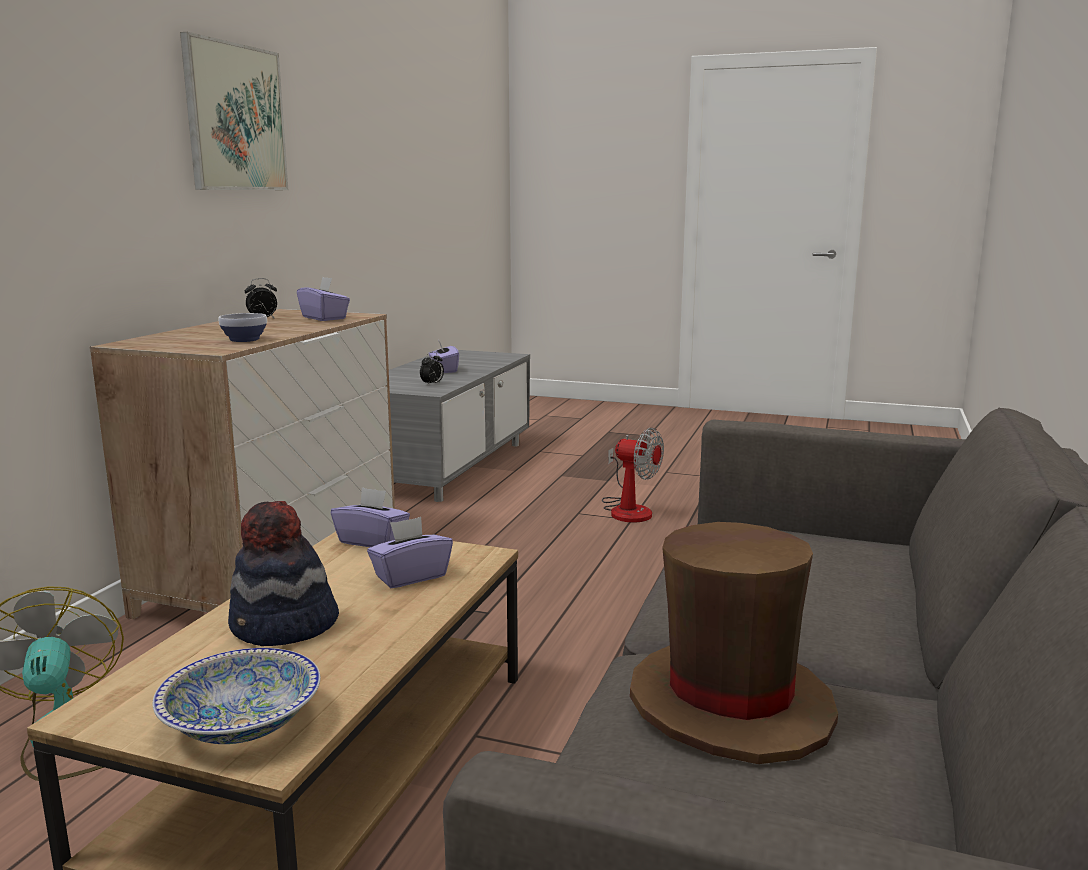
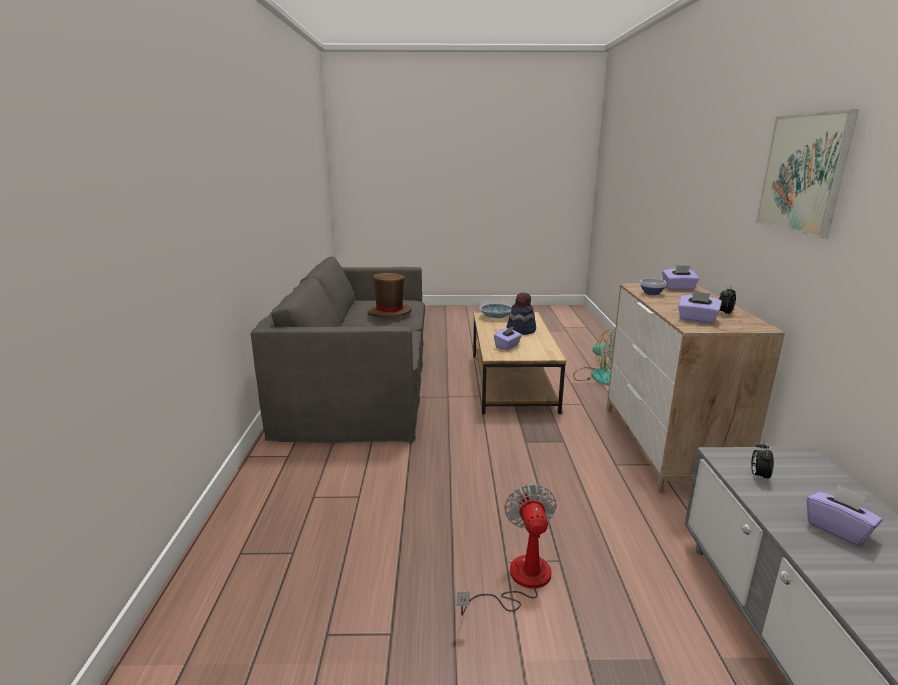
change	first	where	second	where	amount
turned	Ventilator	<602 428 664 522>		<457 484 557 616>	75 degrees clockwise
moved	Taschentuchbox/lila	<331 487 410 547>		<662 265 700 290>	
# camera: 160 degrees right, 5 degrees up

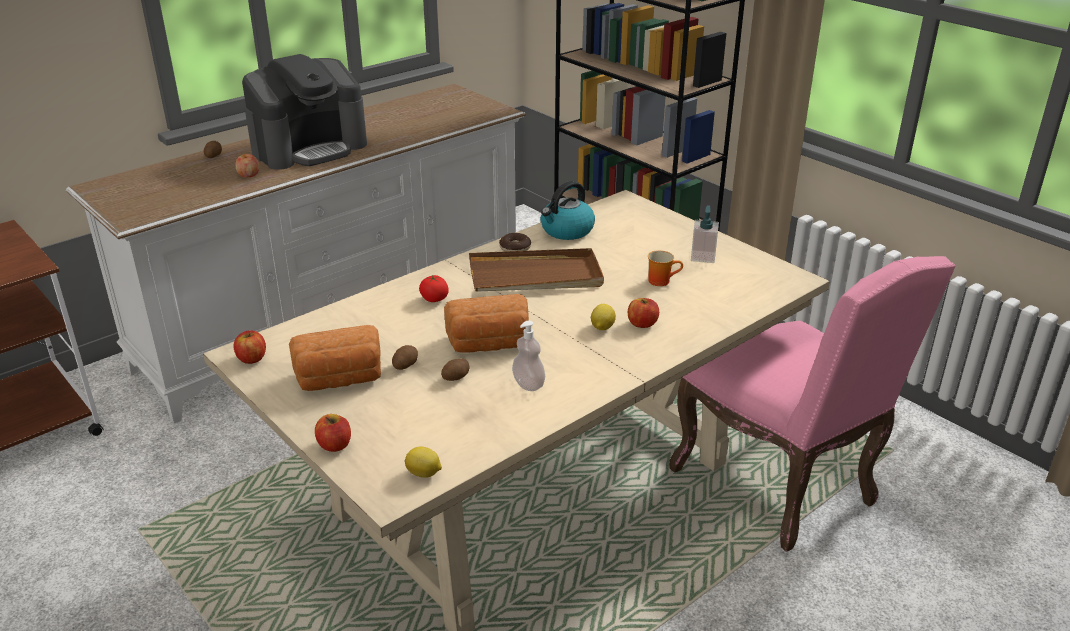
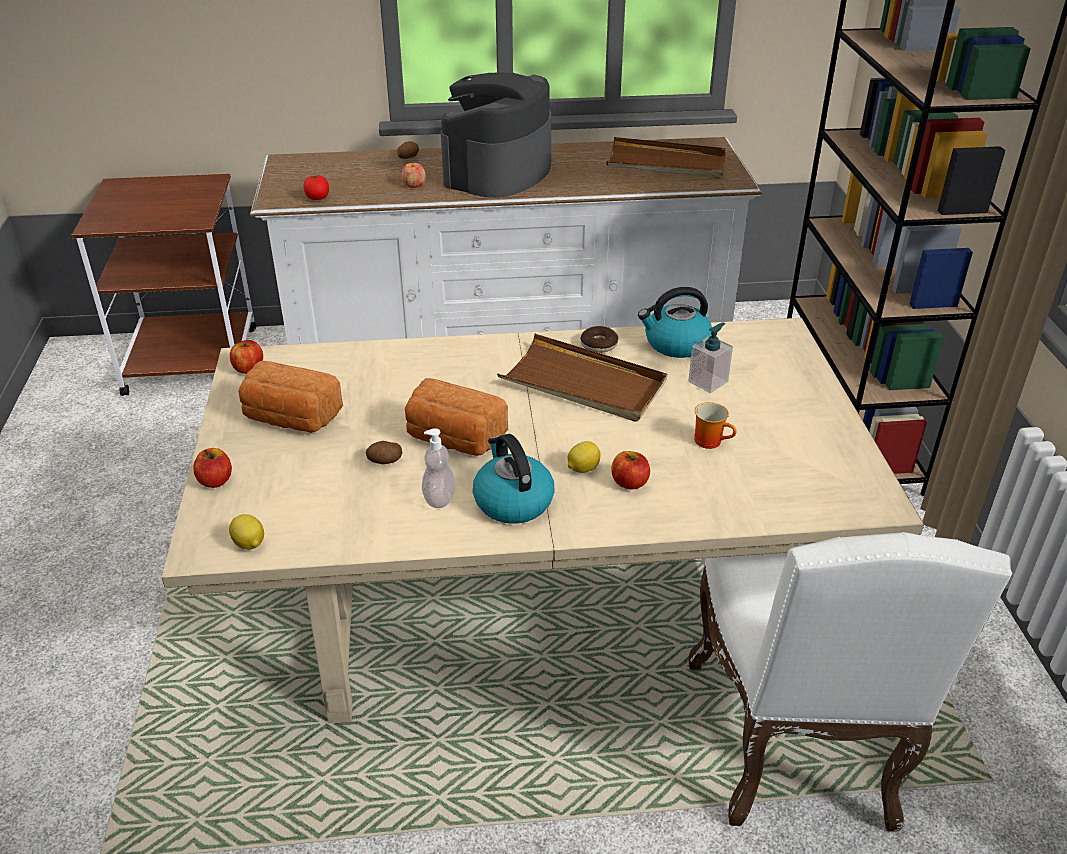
change	first	where	second	where	amount
turned	Kaffeemaschine	<242 54 367 170>		<441 72 551 198>	120 degrees clockwise
moved	Seifenspender	<691 205 719 263>		<688 322 733 393>	
recoloured	Stuhl/rosa	<669 256 955 552>	Stuhl/weiß	<689 532 1012 832>	
moved	Tomate	<419 275 449 302>		<303 175 329 200>	
removed	Kartoffel	<392 345 418 370>			
added			Tablett/braun	<606 137 726 179>	
added			Wasserkessel	<473 434 555 524>	
# camera: 35 degrees right, 5 degrees up

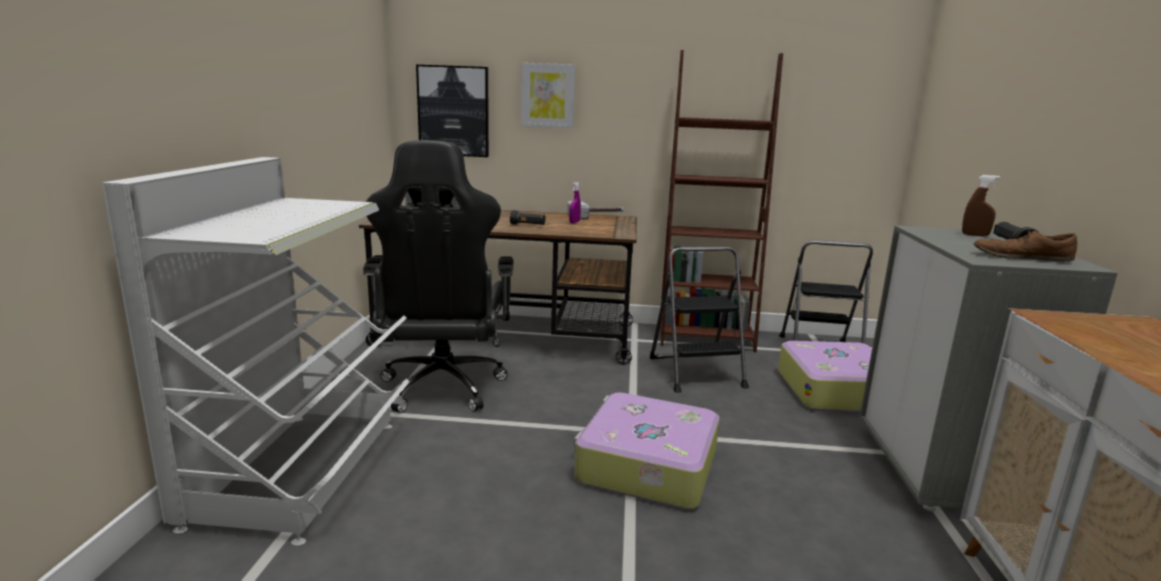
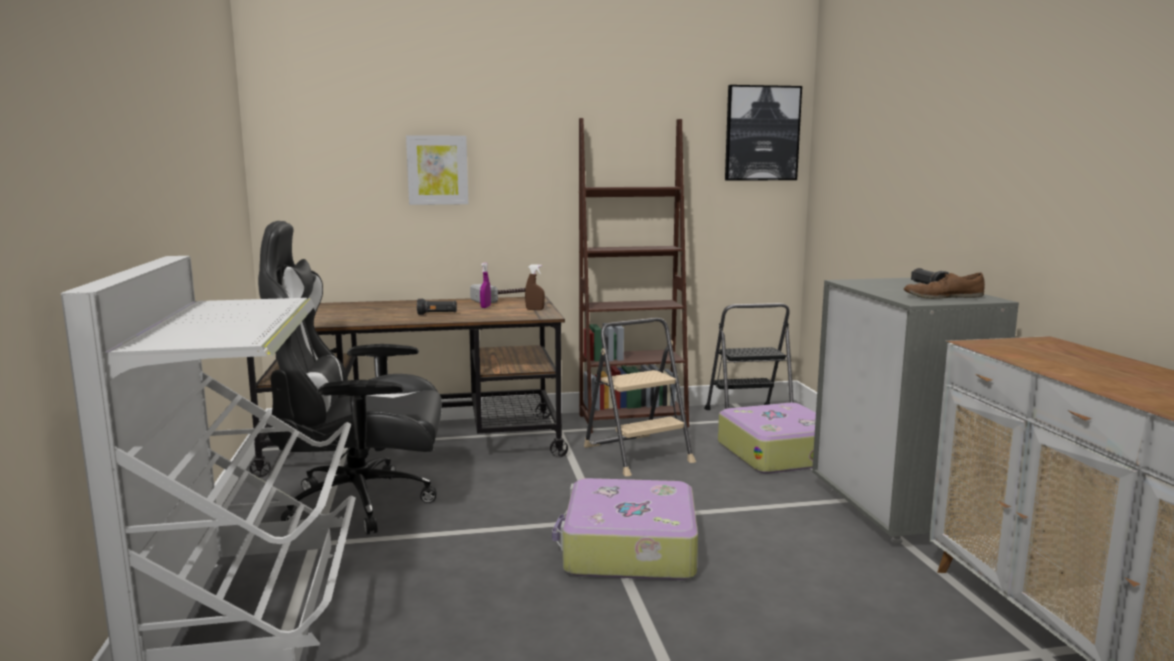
change	first	where	second	where	amount
moved	Bild	<416 65 489 157>		<725 85 802 181>	
turned	Bürostuhl/schwarz	<363 140 514 413>		<258 221 442 535>	105 degrees clockwise
moved	Sprühflasche/braun	<962 175 1000 236>		<525 264 545 310>	
recoloured	Trittleiter/schwarz	<650 247 749 393>	Trittleiter/beige	<584 318 696 476>	
# camera: 15 degrees left, 5 degrees down

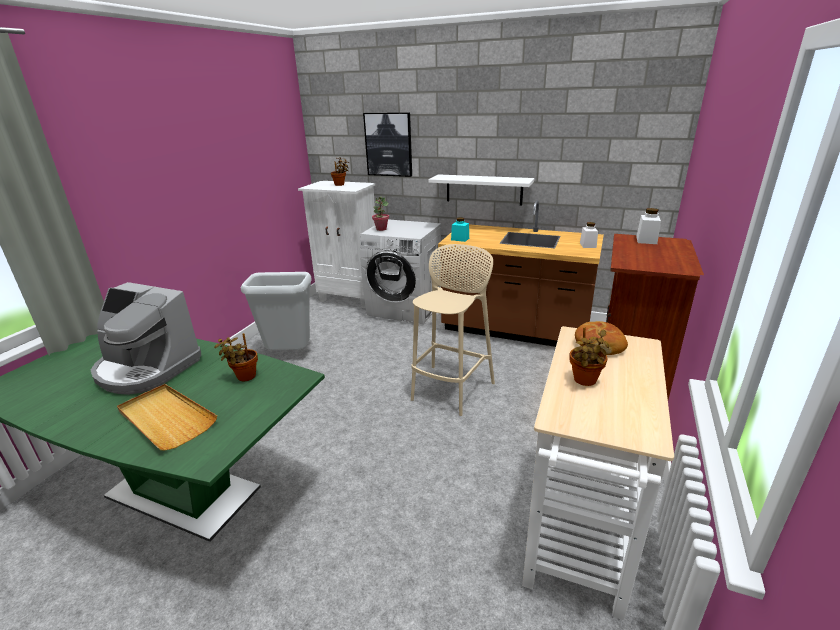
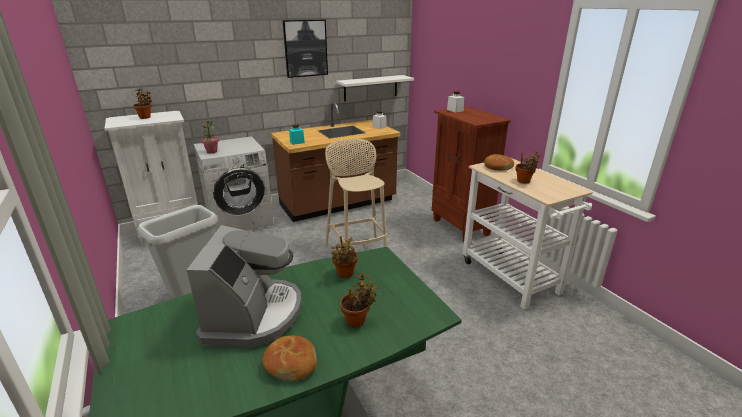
change	first	where	second	where	amount
moved	Bild	<363 112 412 177>		<282 20 328 78>	
moved	Wandregal/weiß	<429 174 534 206>		<336 75 414 102>	
turned	Kaffeemaschine	<91 282 201 395>		<187 225 301 348>	60 degrees counterclockwise
replaced	Tablett/beige	<117 384 217 451>	Topfpflanze	<340 272 379 328>	
added			Brot	<262 336 317 381>	
# camera: 50 degrees left, 0 degrees up

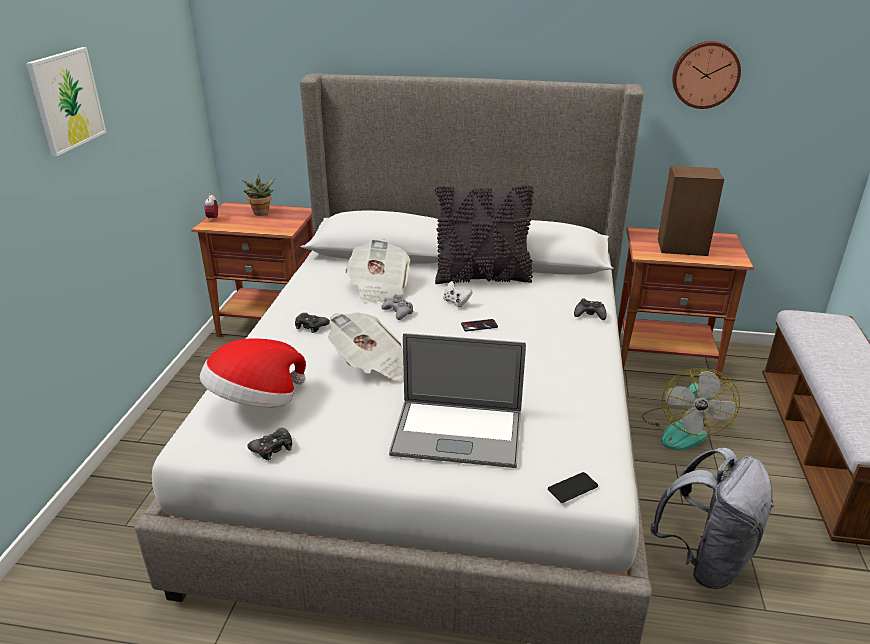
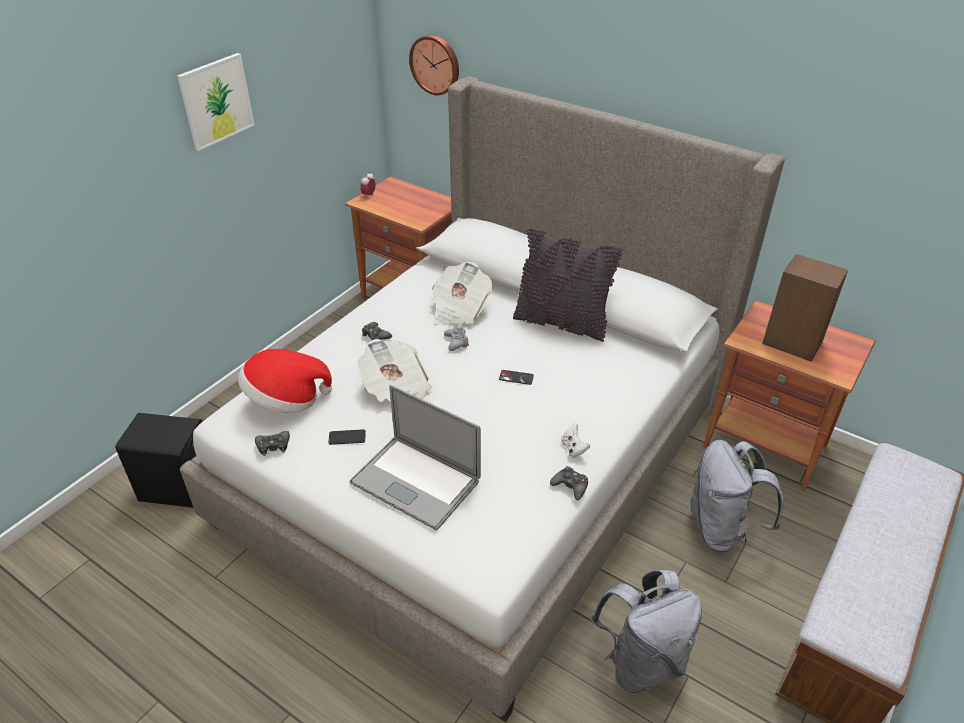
change	first	where	second	where	amount
moved	Wanduhr	<672 41 741 109>		<409 35 459 95>	
removed	Topfpflanze	<242 174 276 216>			
moved	Gamepad/weiß	<443 281 472 307>		<561 424 590 458>	
moved	Gamepad/schwarz	<574 298 606 320>		<550 466 588 500>	
replaced	Ventilator	<642 368 740 450>	Rucksack/grau	<689 440 784 552>	
moved	Handy	<548 472 598 503>		<328 429 366 445>	
added			Lautsprecher/schwarz	<115 413 203 508>	
# camera: 25 degrees right, 10 degrees up

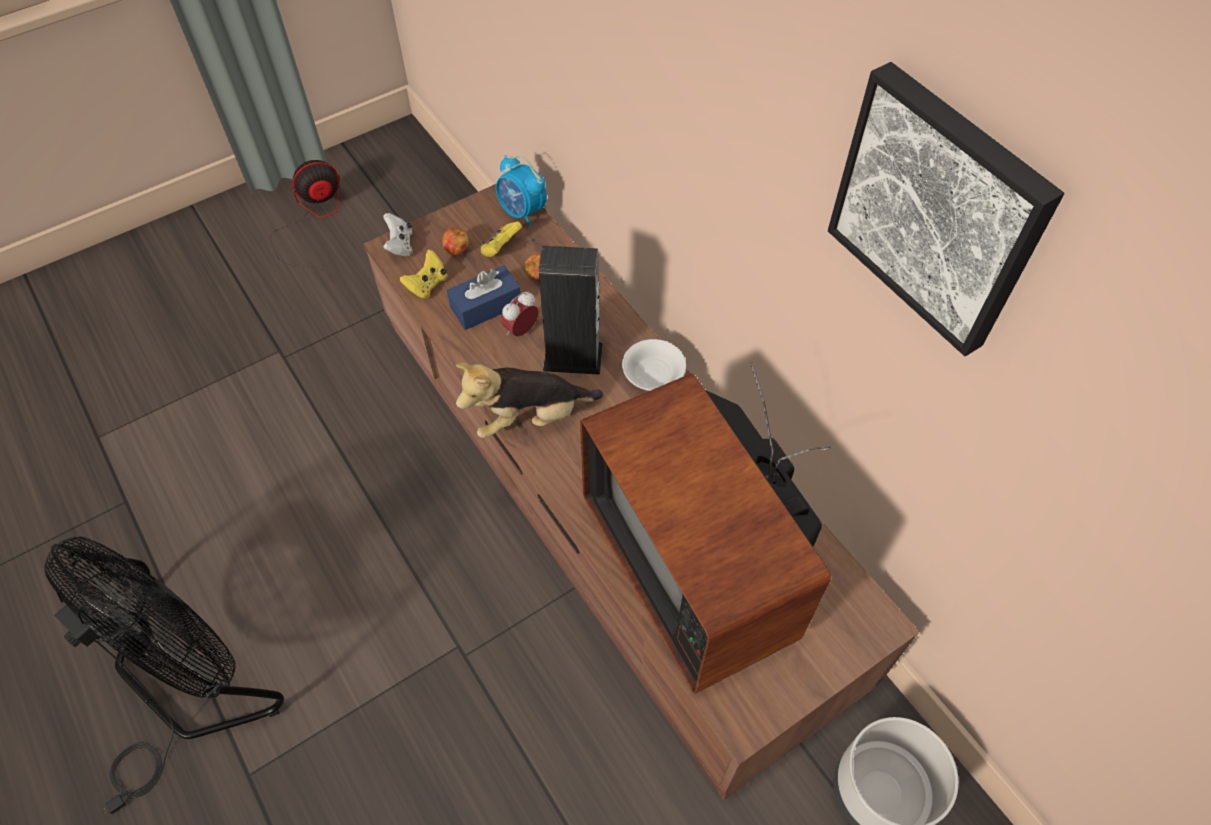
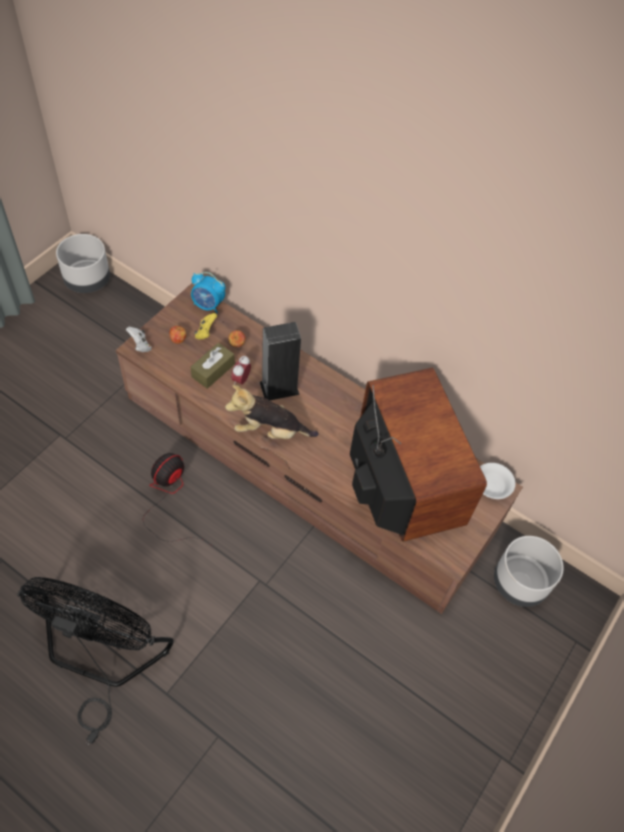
change	first	where	second	where	amount
removed	Bild	<828 62 1064 356>			
moved	Ventilator	<270 160 340 284>		<143 453 214 548>	
removed	Gamepad/gelb	<400 250 447 299>			
recoloured	Taschentuchbox/blau	<447 265 521 330>	Taschentuchbox/braun	<191 343 235 389>	
moved	Schüssel/weiß	<622 339 686 391>		<480 463 515 499>	
turned	Fernseher	<580 362 832 694>		<350 368 487 542>	150 degrees counterclockwise
turned	Plüschtier	<456 363 603 438>		<225 385 318 439>	45 degrees clockwise
added			Pflanzkübel/grau	<56 234 110 293>	
# camera: 25 degrees left, 0 degrees up

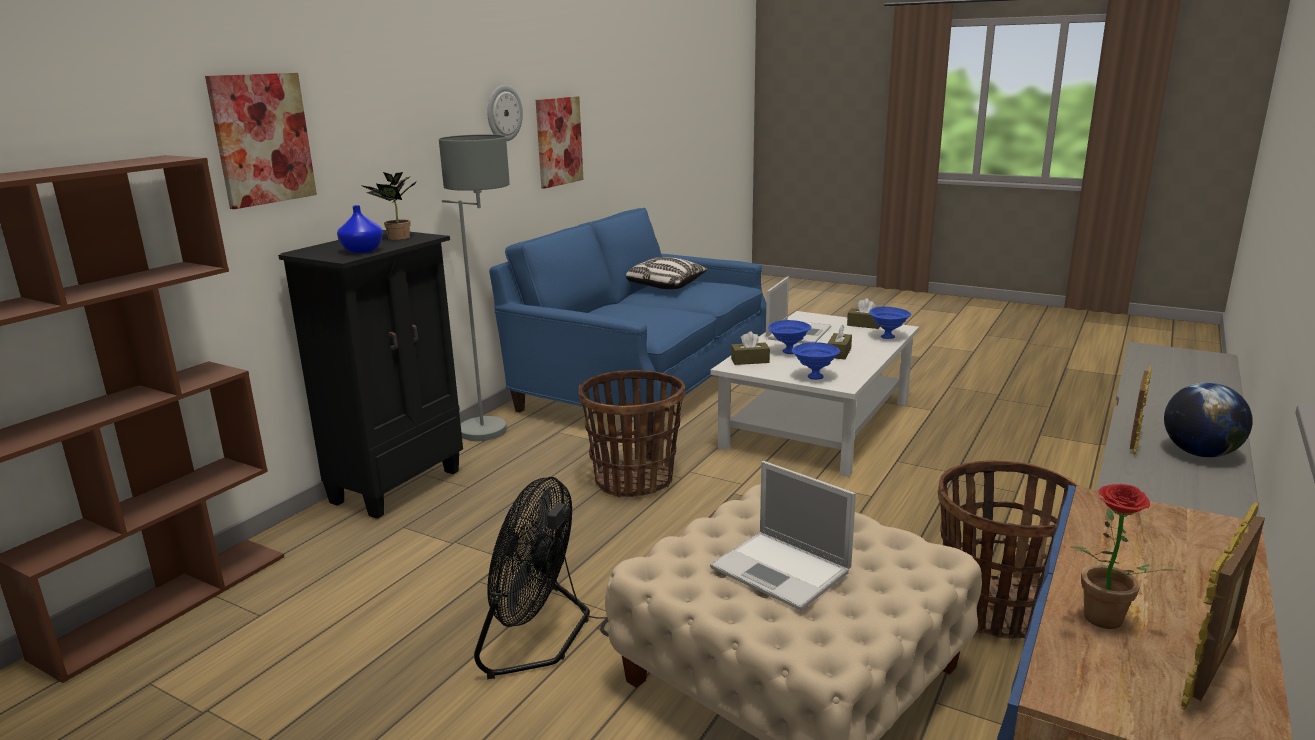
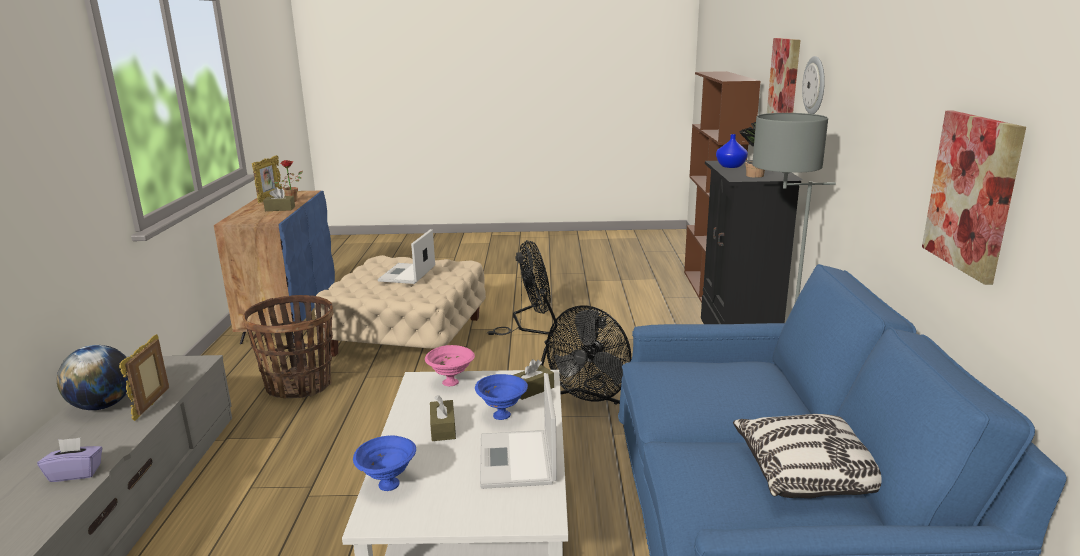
change	first	where	second	where	amount
moved	Wanduhr	<487 85 523 141>		<802 56 825 114>	
moved	Taschentuchbox/braun	<847 298 880 329>		<263 187 295 211>	
recoloured	Schüssel/blau	<792 342 840 380>	Schüssel/rosa	<425 345 475 386>	
replaced	Korb	<578 370 685 498>	Ventilator/schwarz	<540 305 631 428>	
turned	Laptop	<710 461 856 611>		<378 229 435 284>	90 degrees counterclockwise
added			Taschentuchbox/lila	<37 438 103 482>	
# camera: 150 degrees right, 0 degrees up

